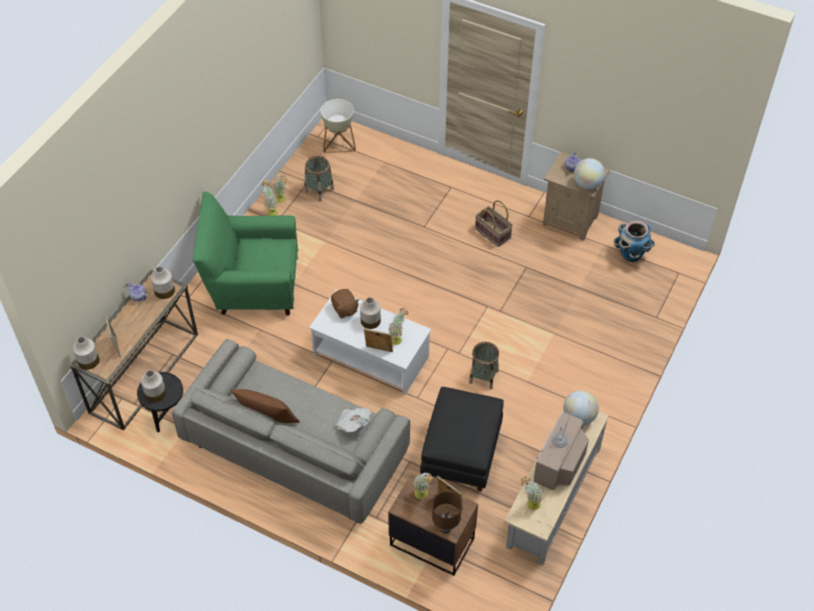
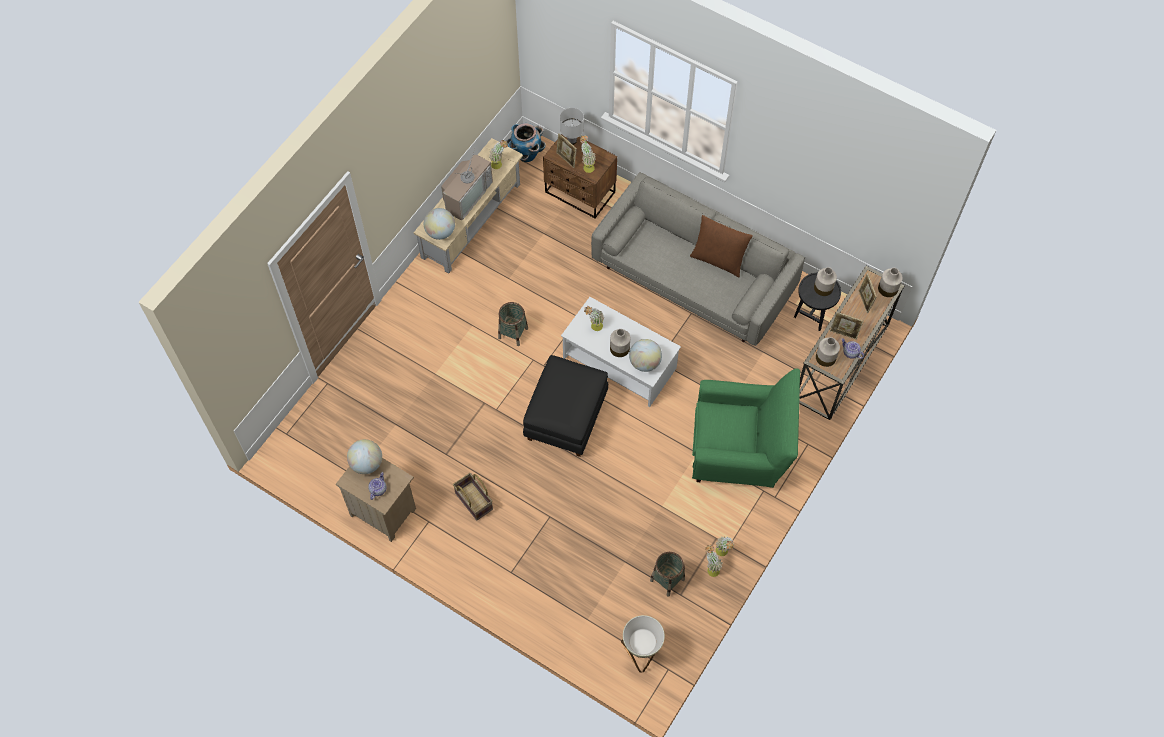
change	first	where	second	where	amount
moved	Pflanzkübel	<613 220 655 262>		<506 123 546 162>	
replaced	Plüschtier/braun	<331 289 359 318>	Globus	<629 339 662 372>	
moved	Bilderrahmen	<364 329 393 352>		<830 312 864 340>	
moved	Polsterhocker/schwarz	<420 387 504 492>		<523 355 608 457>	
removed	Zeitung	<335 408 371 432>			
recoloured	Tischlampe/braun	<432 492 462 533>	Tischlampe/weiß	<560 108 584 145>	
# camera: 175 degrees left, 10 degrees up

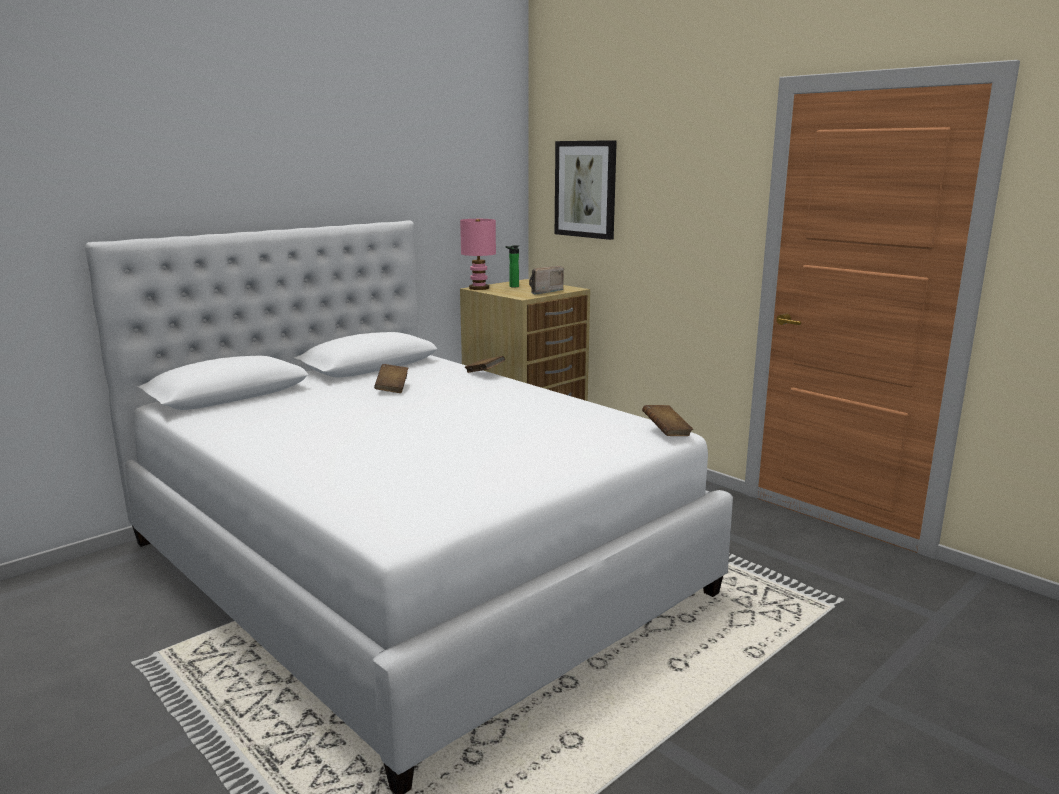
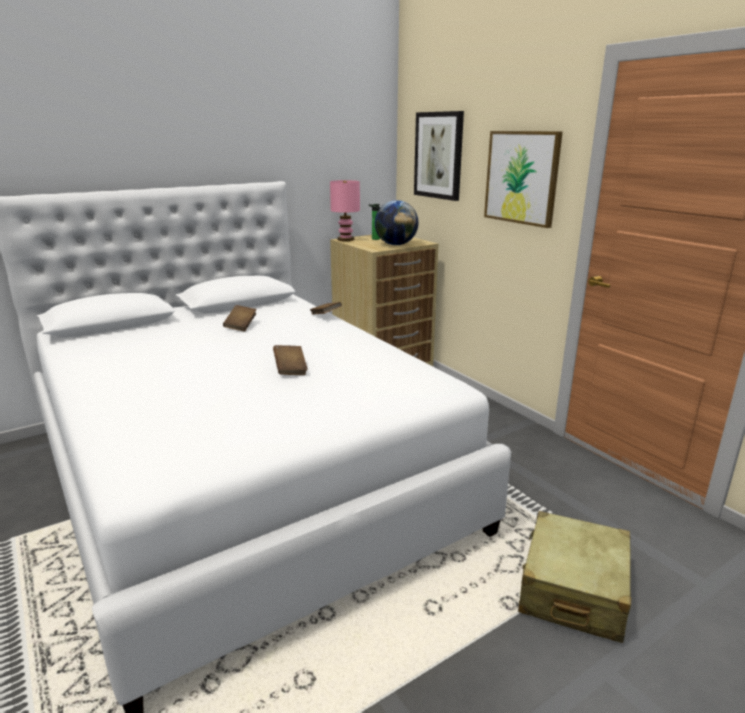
change	first	where	second	where	amount
replaced	Radio	<529 266 564 294>	Globus	<375 200 419 245>	
moved	Buch/braun	<642 405 693 436>		<273 345 308 375>	
added			Bild	<484 131 563 228>	
added			Koffer/beige	<518 511 632 643>	
# camera: 10 degrees right, 5 degrees up

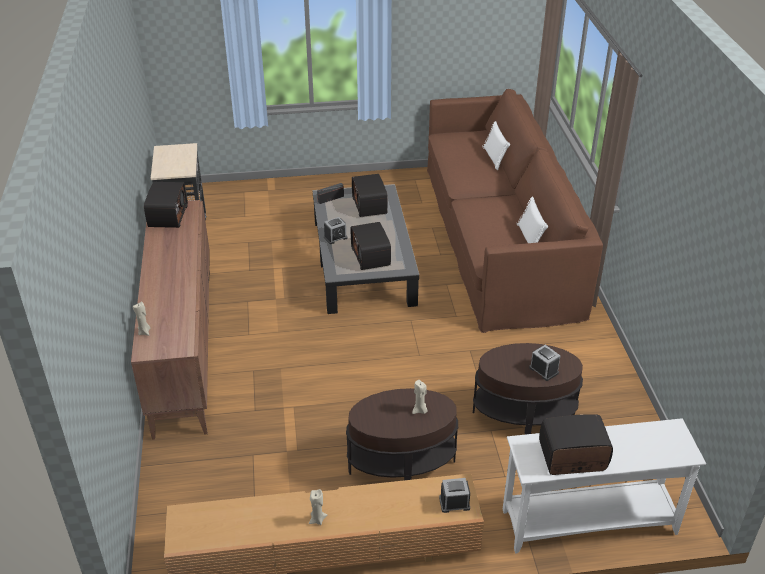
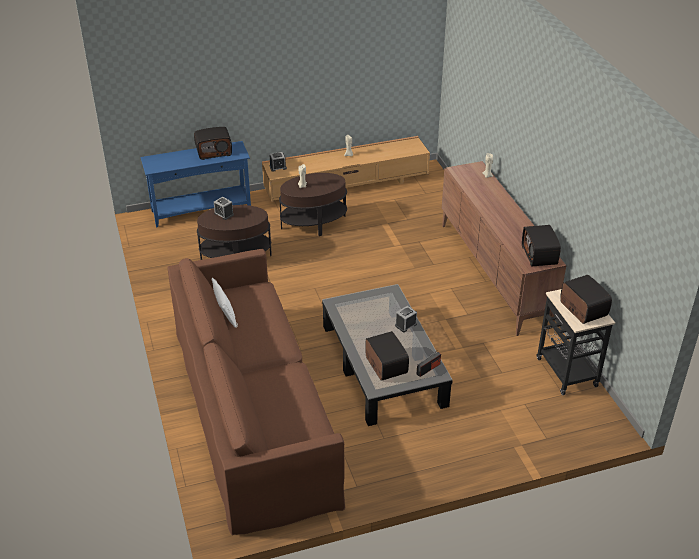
change	first	where	second	where	amount
removed	Kissen/weiß	<482 121 510 170>			
moved	Radio	<351 222 391 270>		<560 275 612 324>	
recoloured	Konsolentisch/weiß	<503 418 706 554>	Konsolentisch/blau	<141 141 251 228>	
# camera: 170 degrees right, 0 degrees up

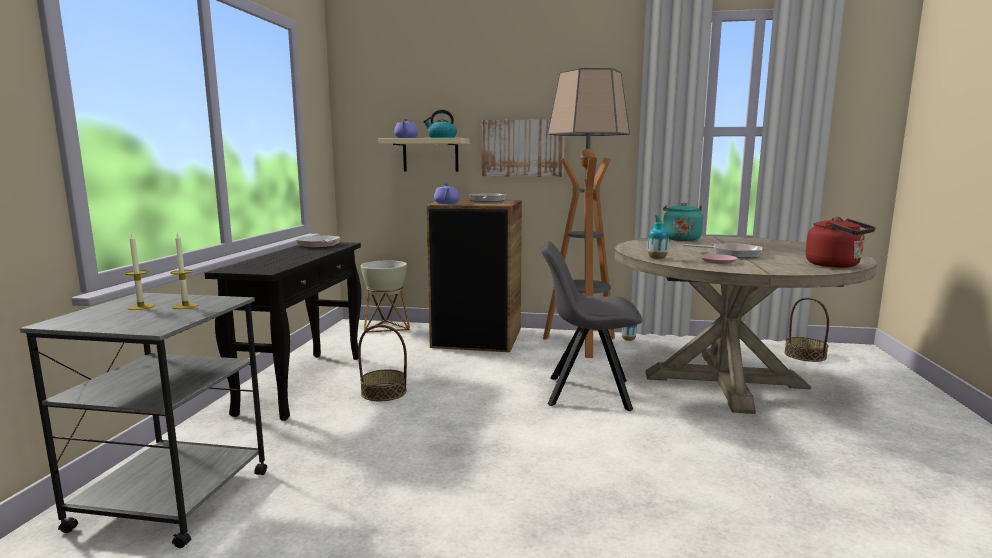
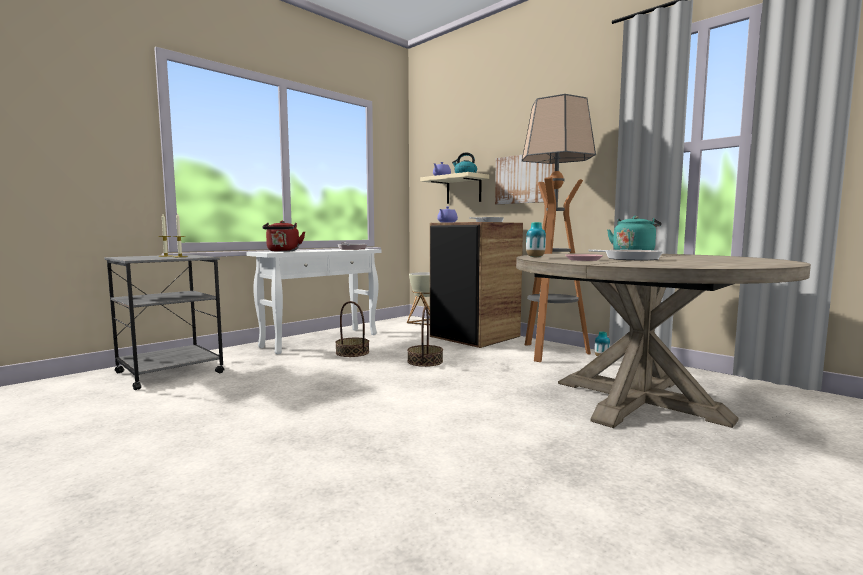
change	first	where	second	where	amount
moved	Wasserkessel/rot	<805 217 876 268>		<262 221 305 252>	
removed	Stuhl/grau	<541 241 642 411>			
recoloured	Konsolentisch/schwarz	<204 242 361 421>	Konsolentisch/weiß	<246 249 381 354>	
moved	Korb	<784 297 829 362>		<407 306 443 367>	
# camera: 35 degrees right, 5 degrees down

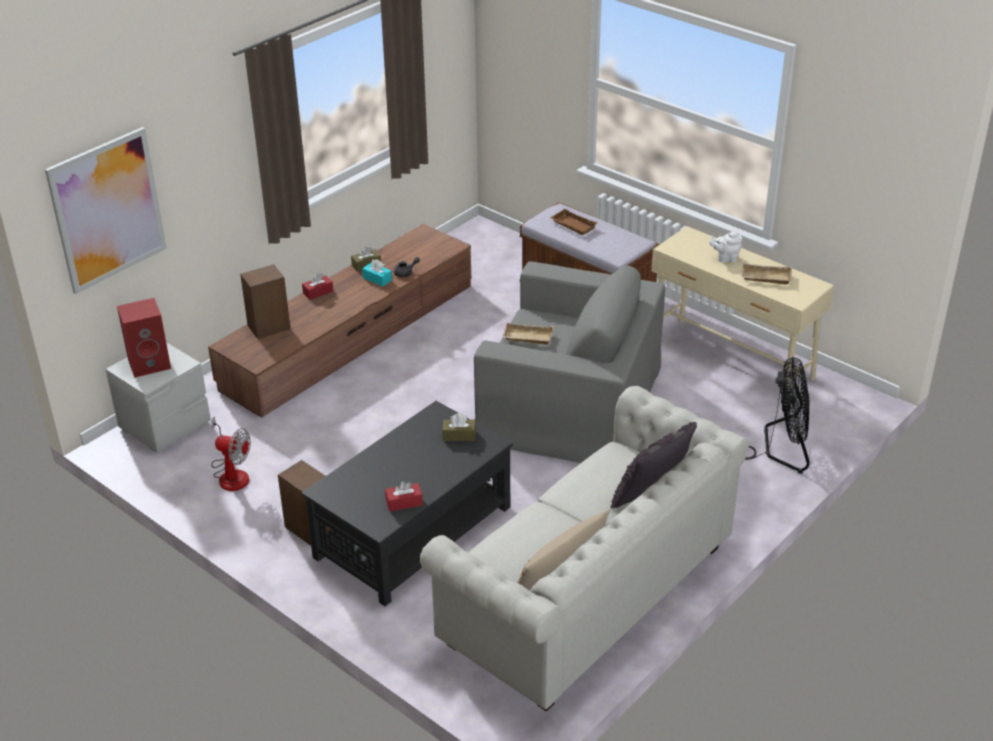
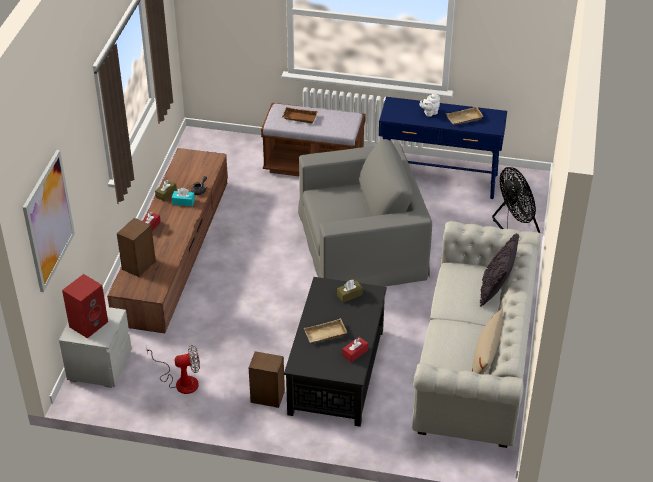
change	first	where	second	where	amount
recoloured	Konsolentisch/beige	<651 226 834 389>	Konsolentisch/blau	<379 97 507 199>	
moved	Tablett/beige	<502 323 554 345>		<304 318 348 343>	
# camera: 30 degrees left, 5 degrees up

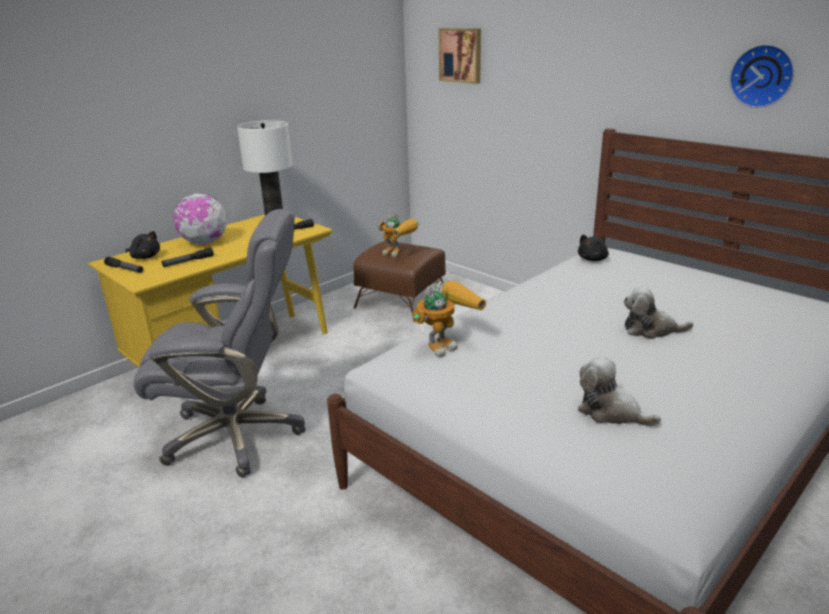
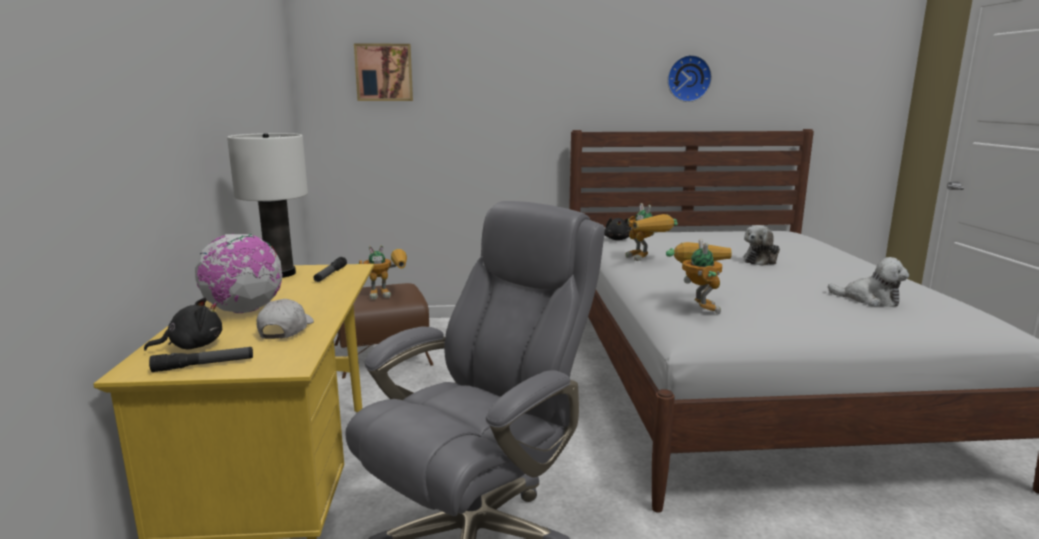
change	first	where	second	where	amount
replaced	Taschenlampe	<162 248 214 267>	Kappe/weiß	<256 299 314 339>	
turned	Plüschtier	<578 357 661 426>		<828 257 909 307>	135 degrees counterclockwise
added			Spielzeugroboter	<625 203 678 261>	
# camera: 50 degrees left, 10 degrees down

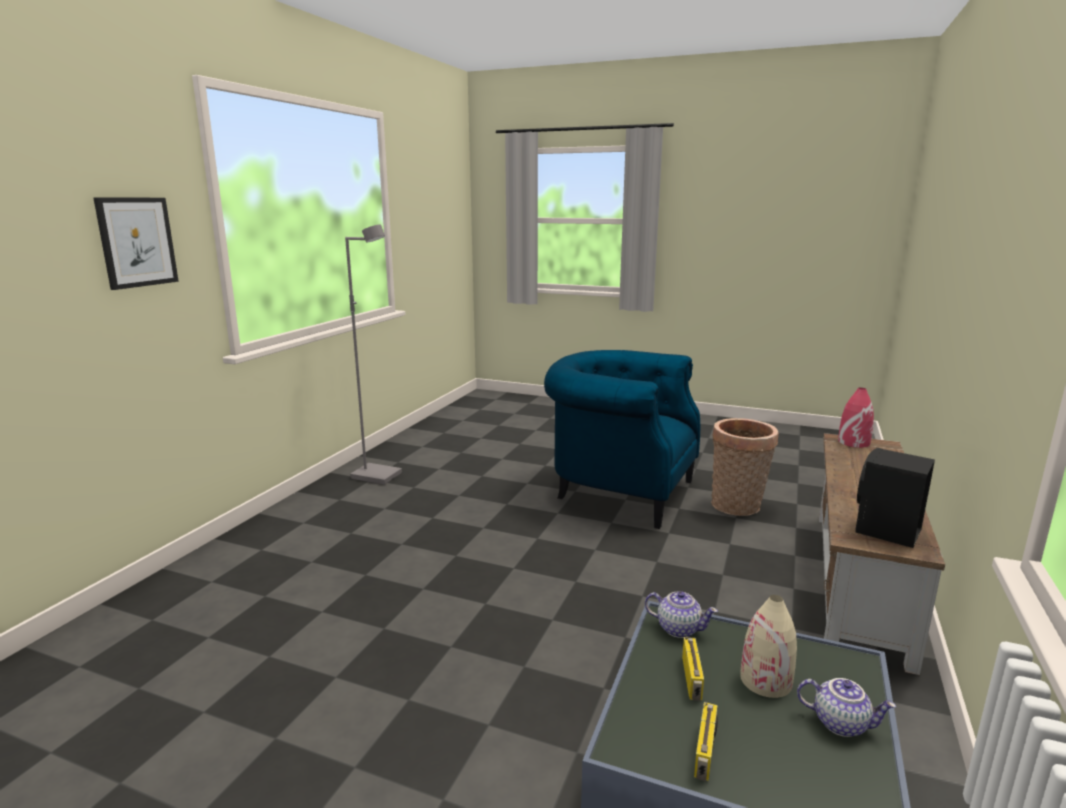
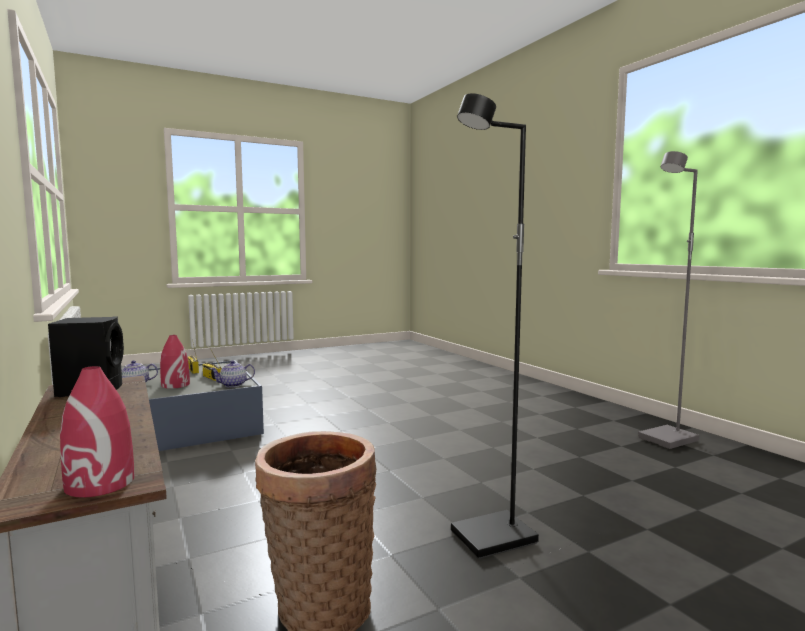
change	first	where	second	where	amount
removed	Bild	<93 198 179 290>			
replaced	Sessel/blau	<544 350 700 529>	Stehlampe/schwarz	<451 93 539 559>	
recoloured	Vase/beige	<740 595 797 698>	Vase/rot	<160 335 190 389>	
# camera: 130 degrees right, 10 degrees down

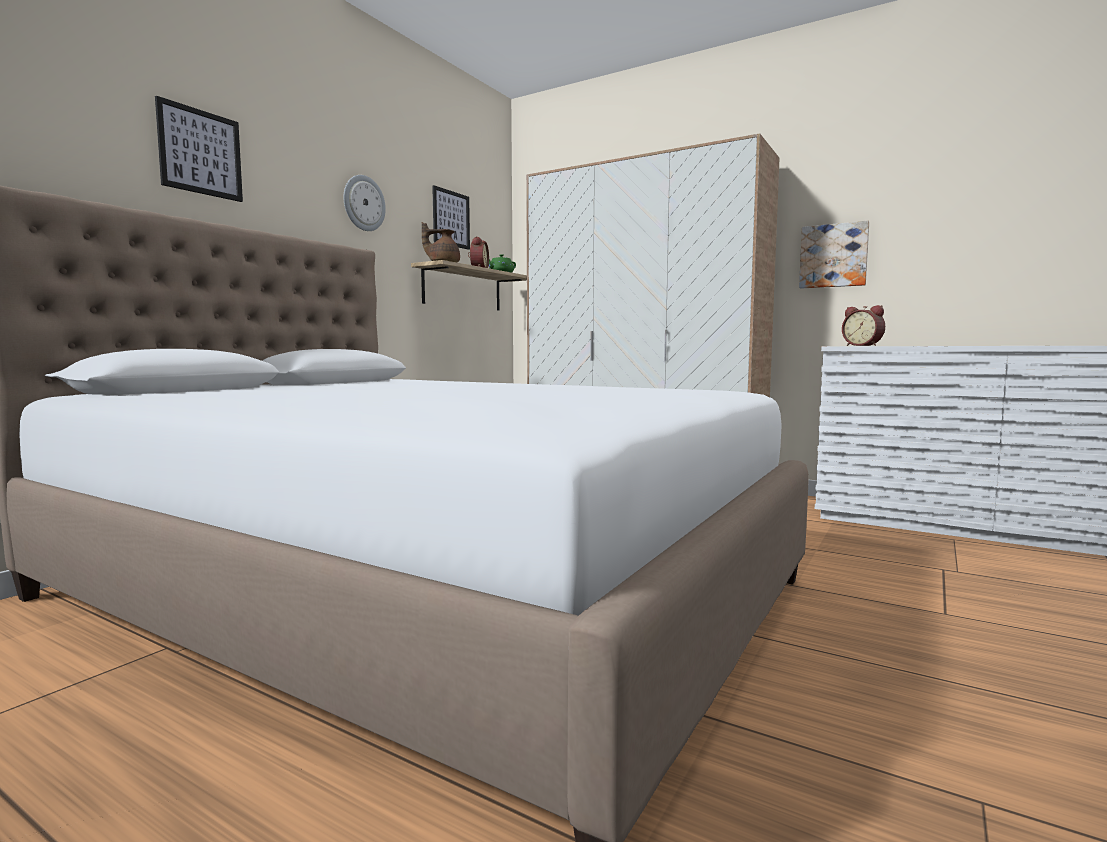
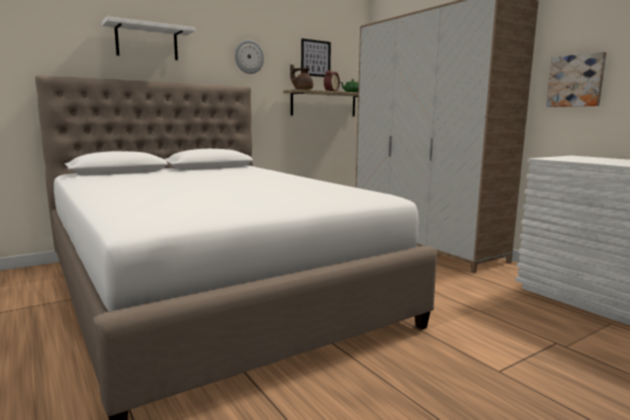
change	first	where	second	where	amount
replaced	Bild	<155 96 243 202>	Wandregal/weiß	<102 16 196 60>	
removed	Wecker	<842 305 885 346>			
# camera: 25 degrees right, 5 degrees up

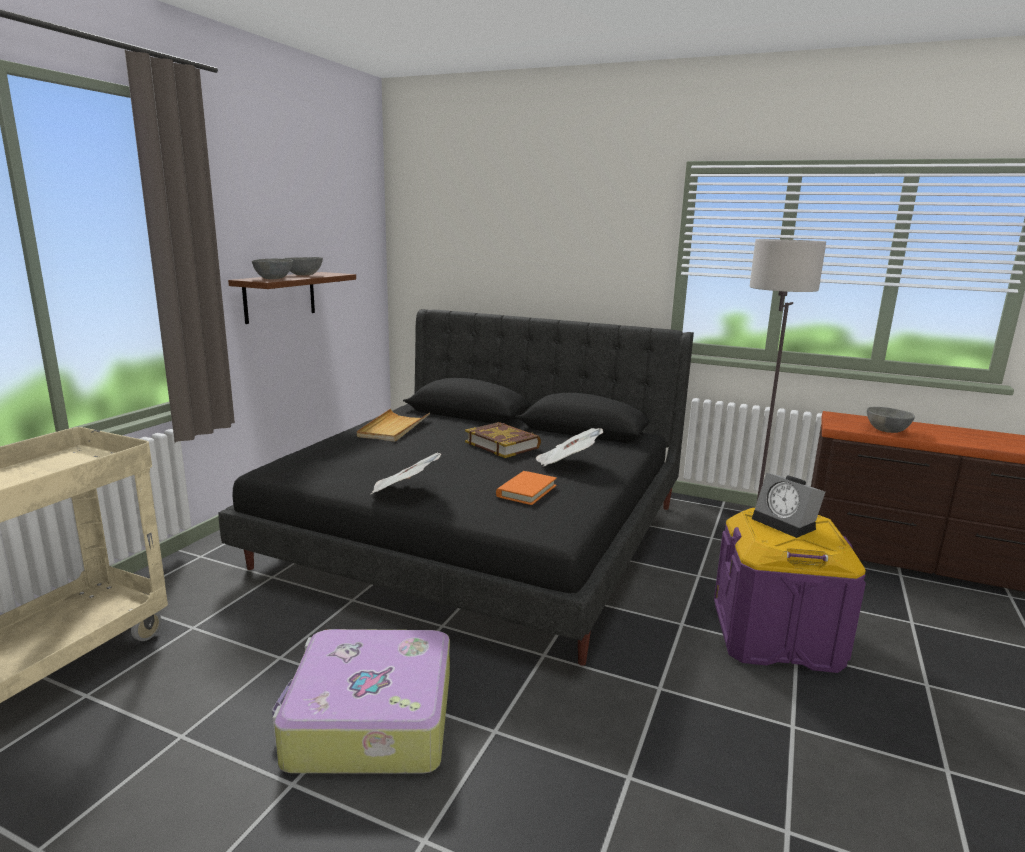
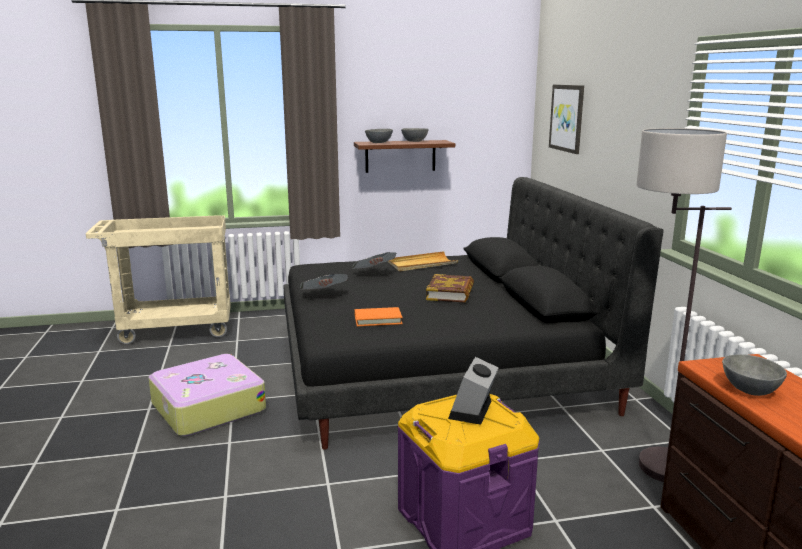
change	first	where	second	where	amount
moved	Zeitung	<536 428 603 466>		<352 252 397 269>	
added			Bild	<549 84 584 154>	
# camera: 55 degrees right, 0 degrees up

